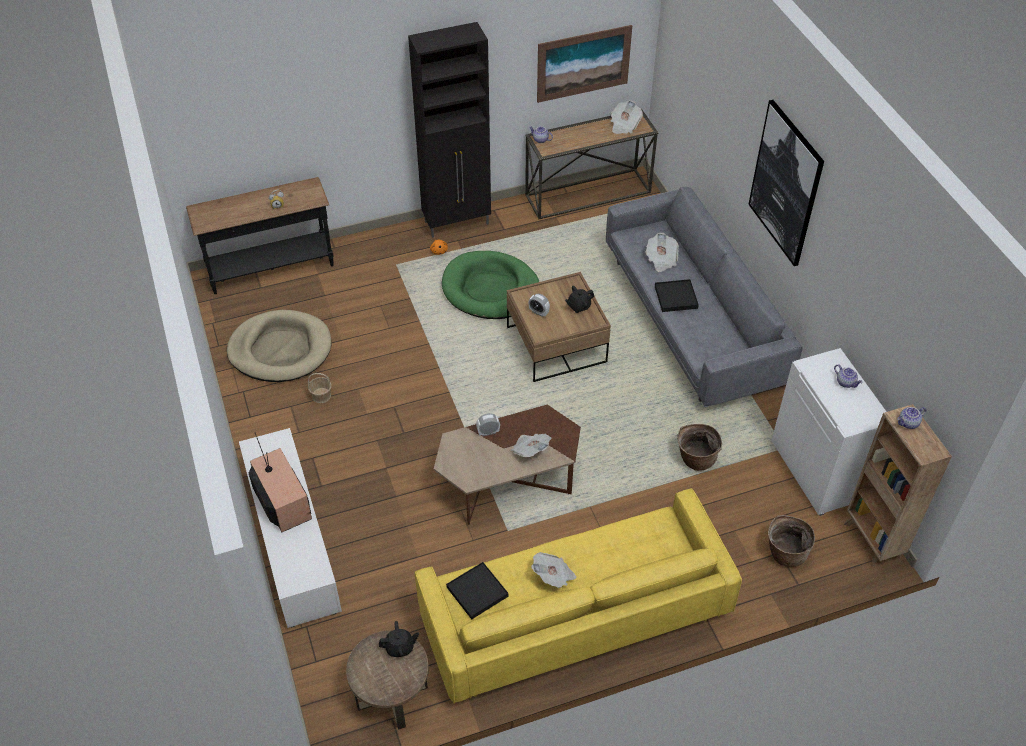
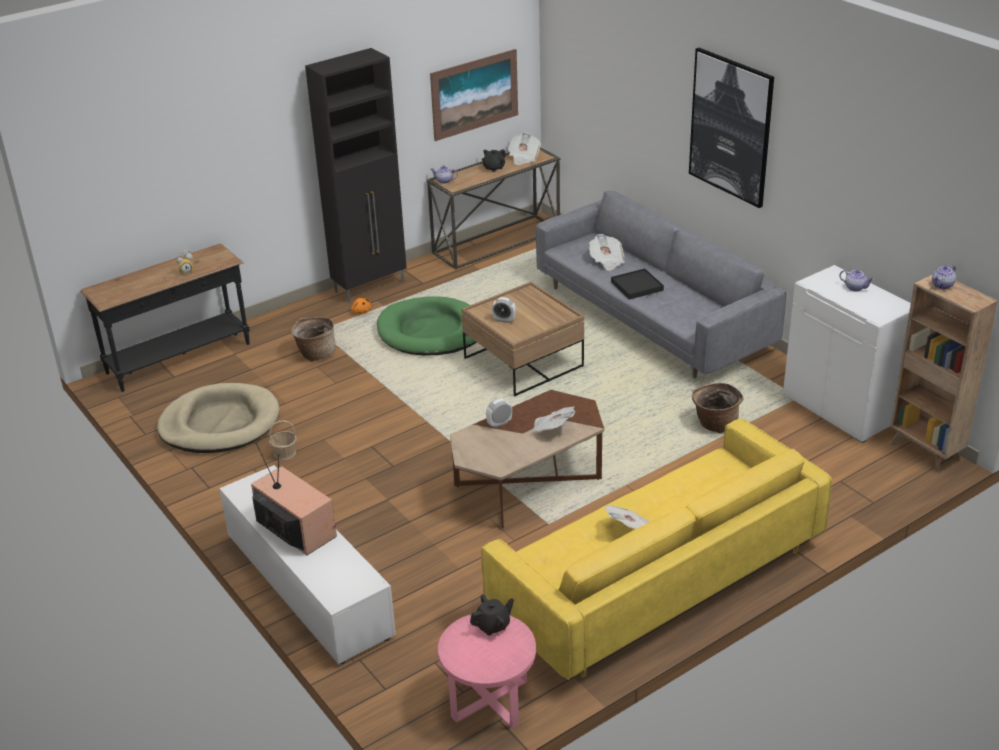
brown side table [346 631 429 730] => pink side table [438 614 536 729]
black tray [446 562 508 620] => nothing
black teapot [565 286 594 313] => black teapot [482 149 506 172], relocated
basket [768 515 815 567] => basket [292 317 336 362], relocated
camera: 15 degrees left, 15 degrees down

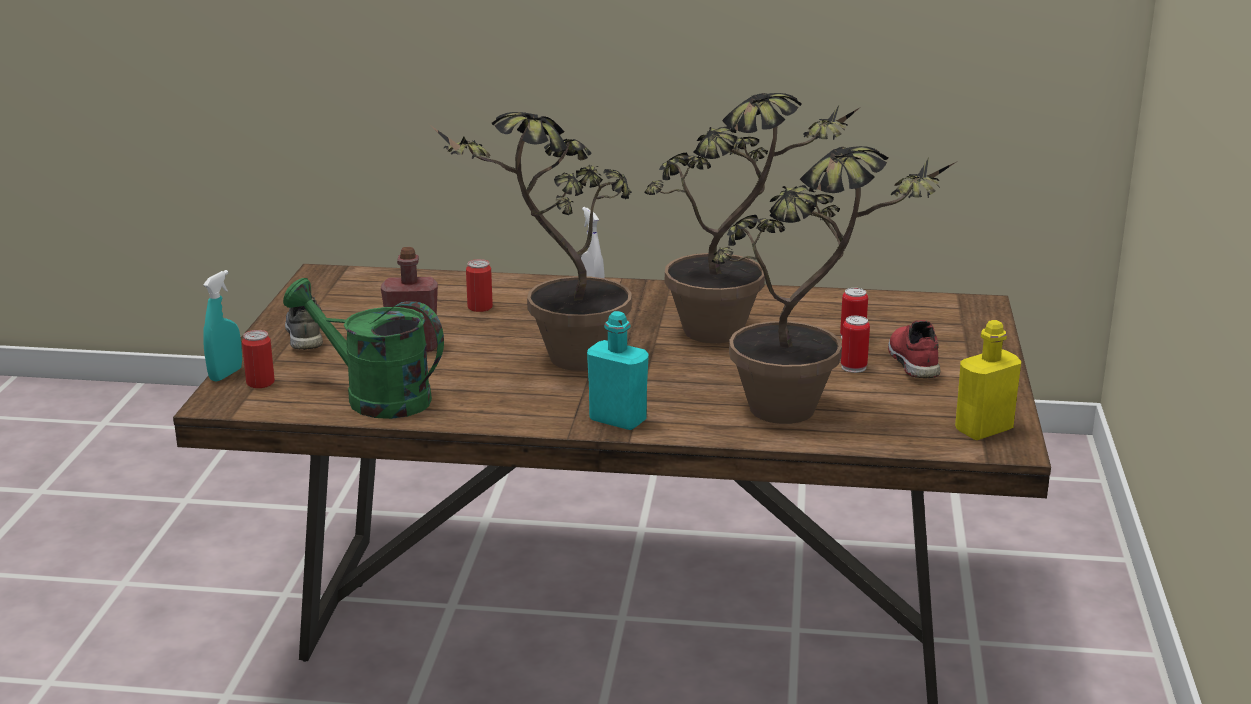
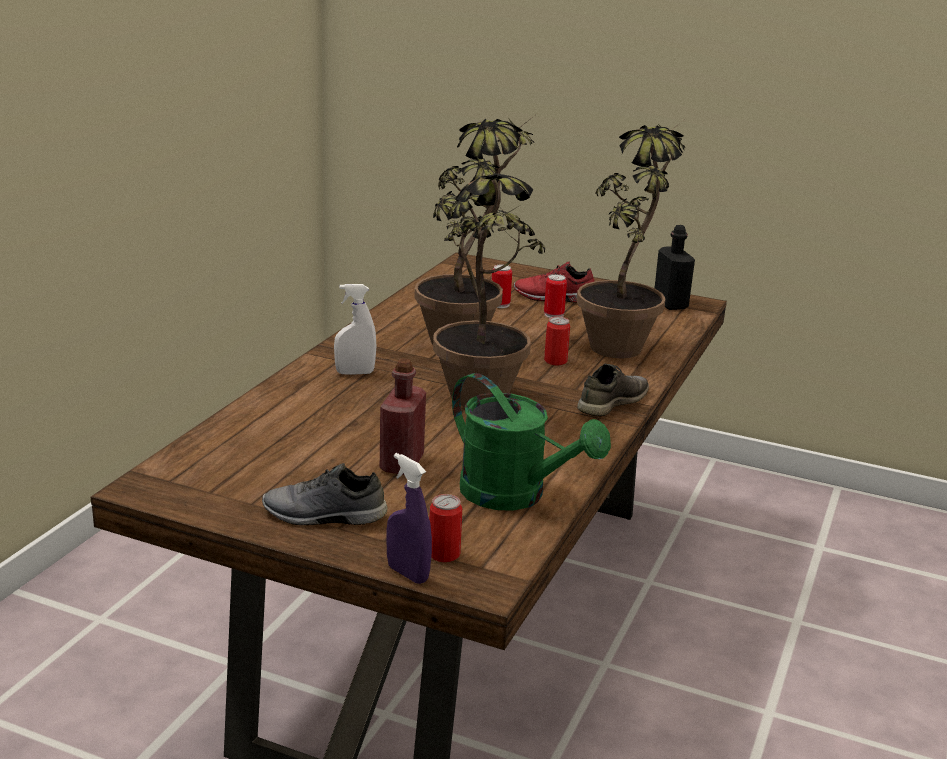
turquoise spray bottle [203 270 242 381] => purple spray bottle [386 453 432 584]
green watering can [283 278 444 419] => green watering can [452 373 611 511], 90 degrees counterclockwise
can [466 259 493 312] => can [544 316 570 365], relocated
turquoise bottle [587 311 649 430] => grey shoe [577 364 649 416]
yellow bottle [955 320 1021 440] => black bottle [655 225 695 310]
camera: 75 degrees left, 0 degrees up

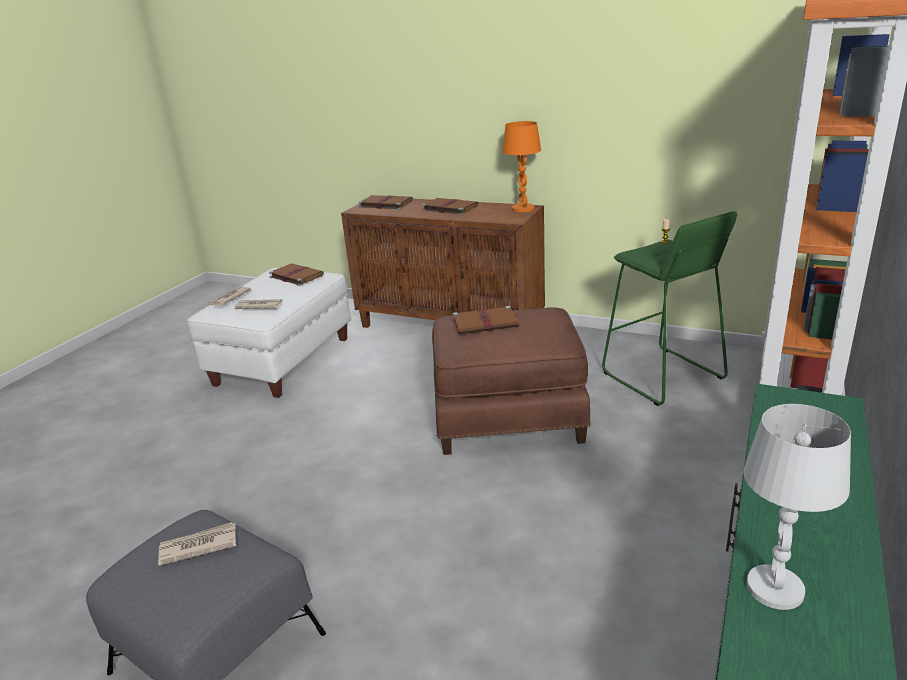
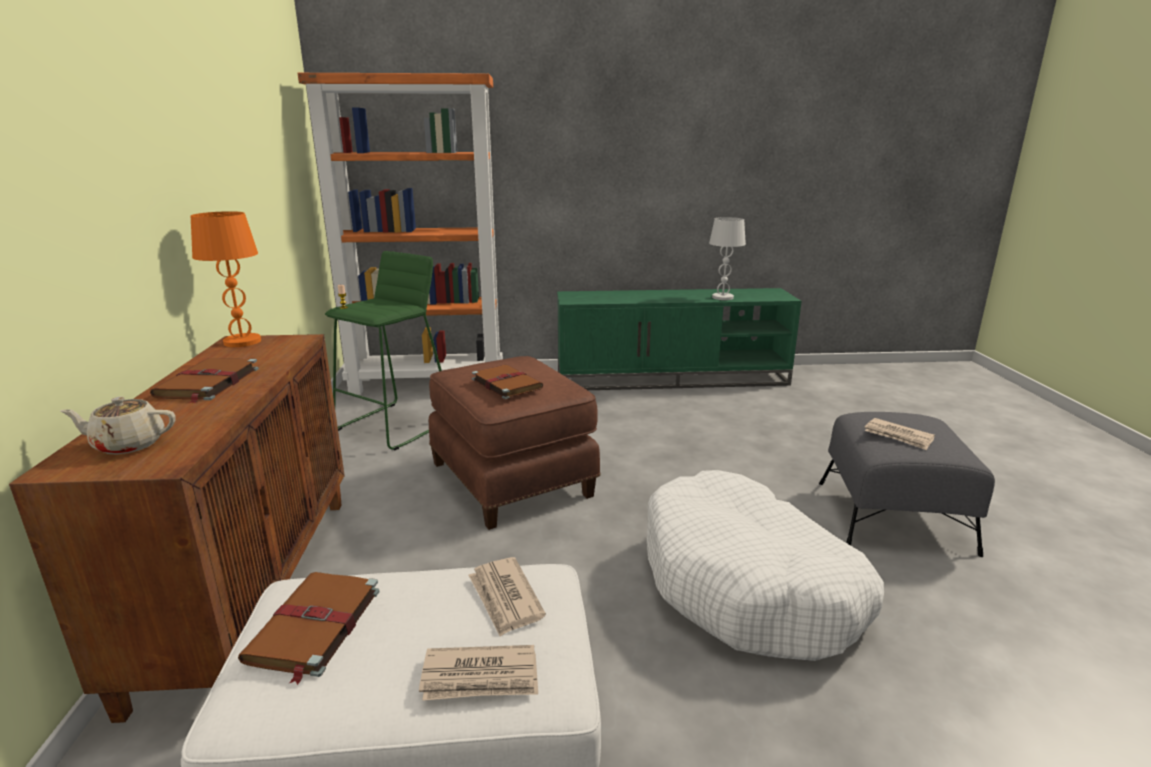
brown book [359 195 413 210] => beige teapot [60 397 175 454]
nothing => white dog bed [647 470 884 661]
camera: 120 degrees left, 5 degrees down

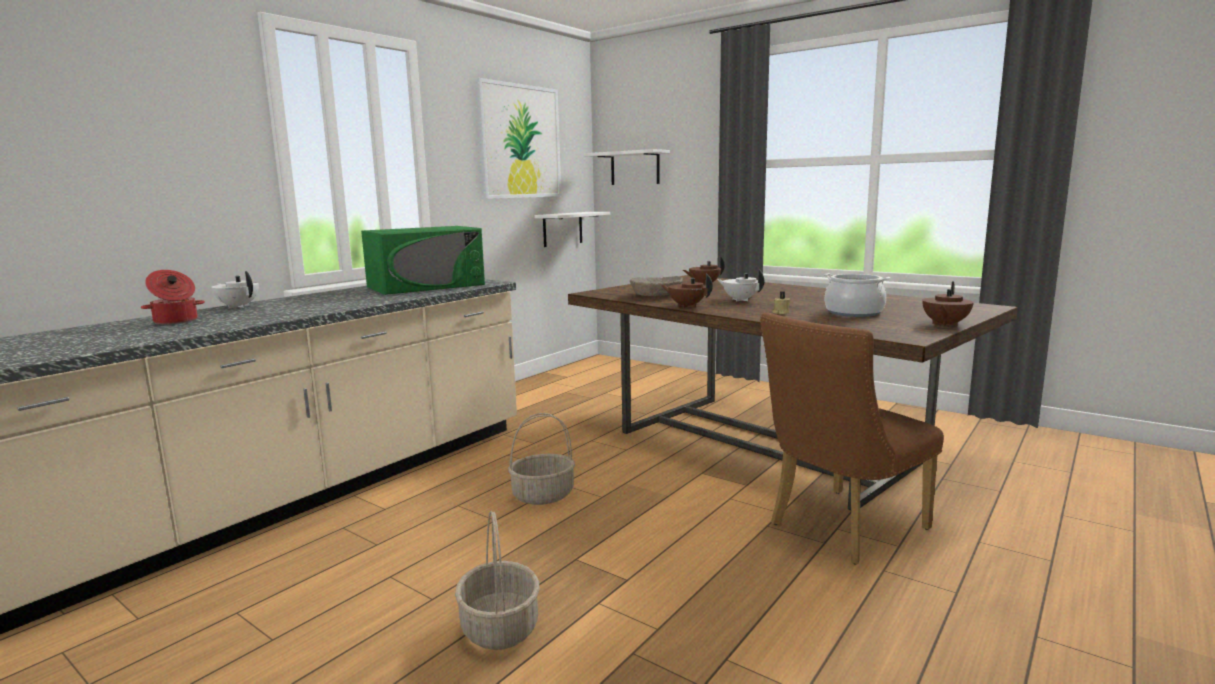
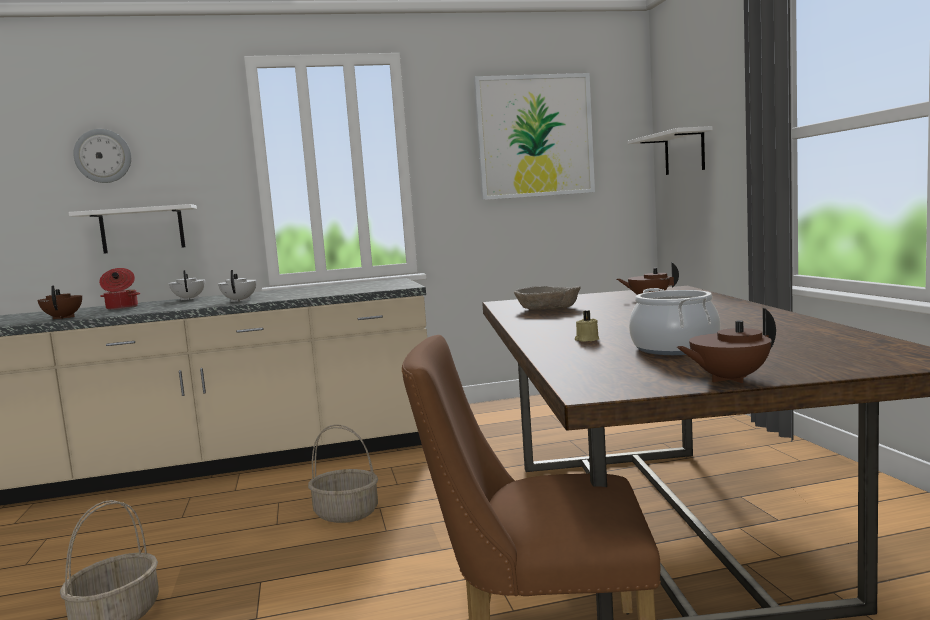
green microwave [361 226 485 295] => nothing
white shelf [535 212 610 247] => white shelf [69 204 197 253], relocated
brown teapot [661 274 713 308] => brown teapot [38 285 82 319], relocated
white teapot [717 269 764 302] => white teapot [218 270 257 302], relocated
nothing => wall clock [73 129 131 183]
camera: 40 degrees right, 5 degrees down

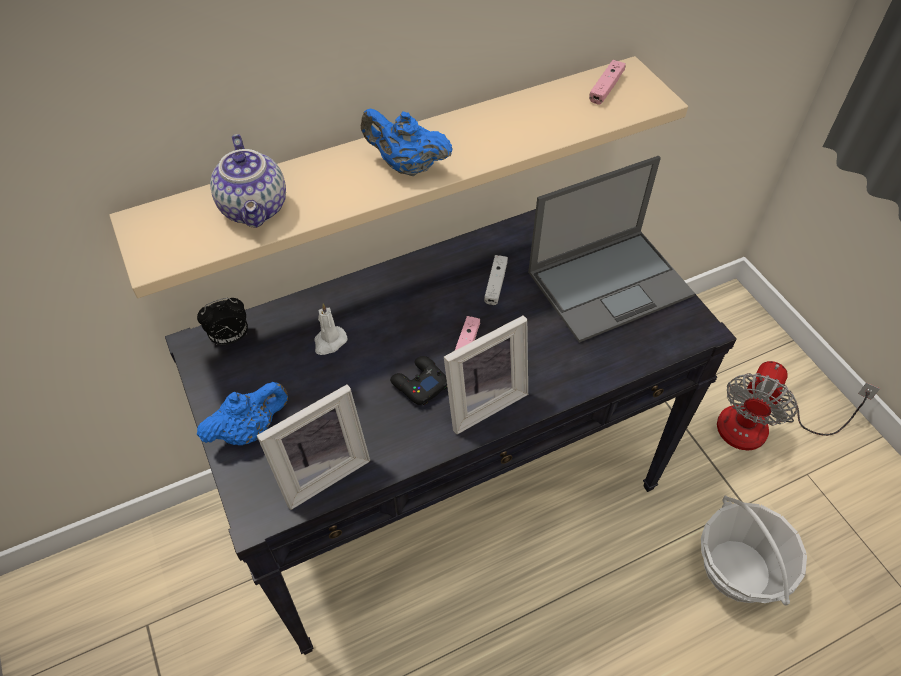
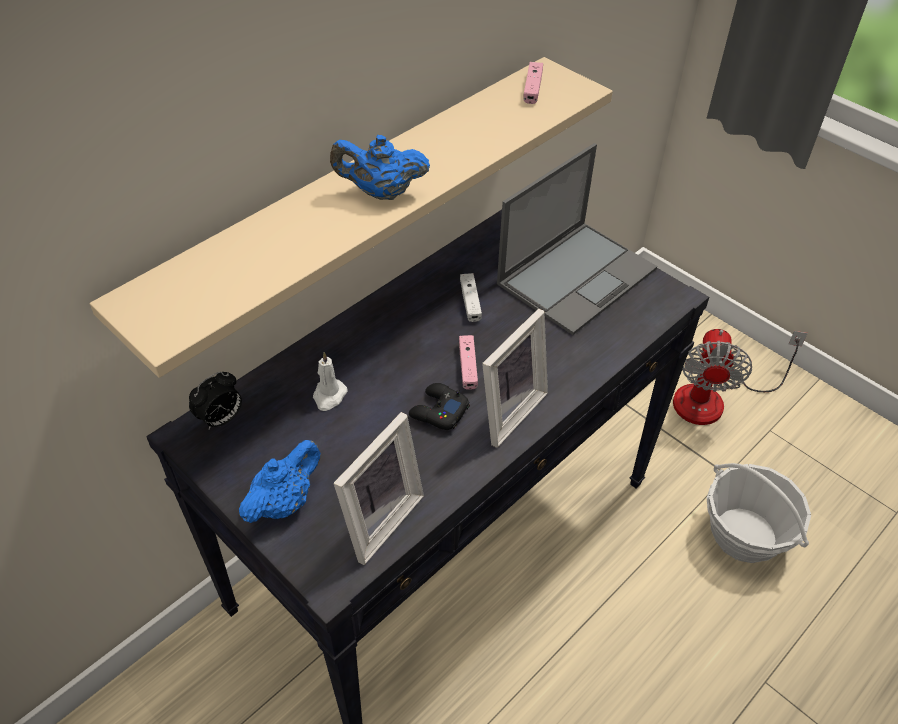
teapot [210 134 286 228] => nothing
camera: 20 degrees left, 5 degrees down

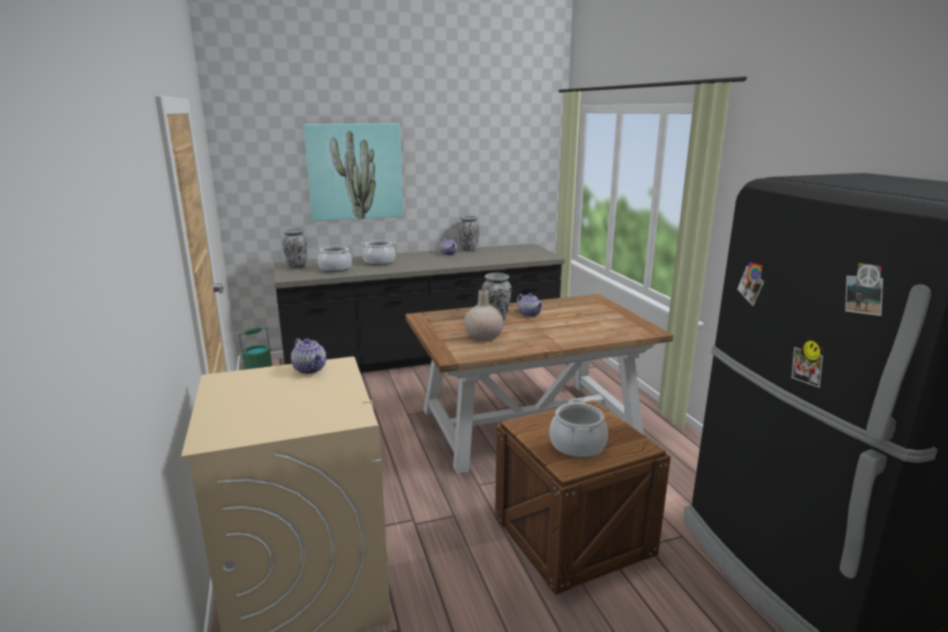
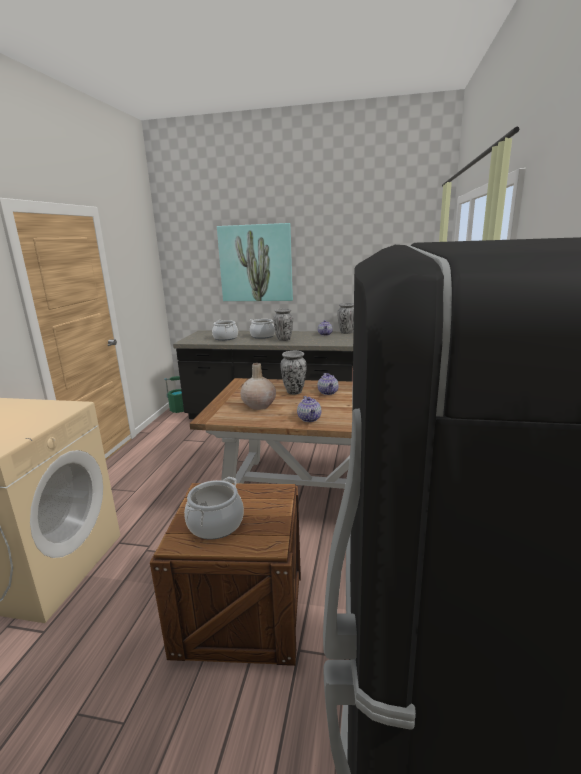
vase [282 228 307 268] => vase [273 308 293 341], relocated
teapot [291 338 326 374] => teapot [297 396 321 422], relocated
camera: 30 degrees right, 0 degrees up

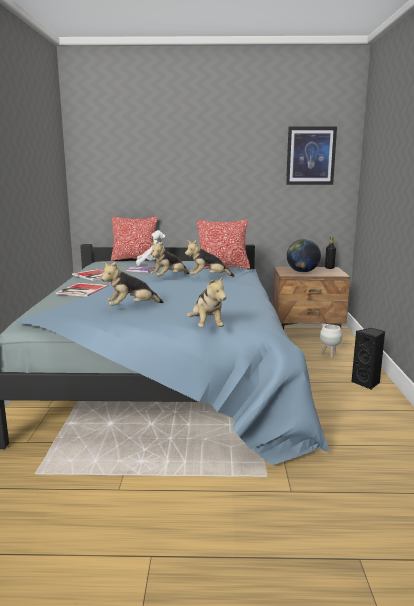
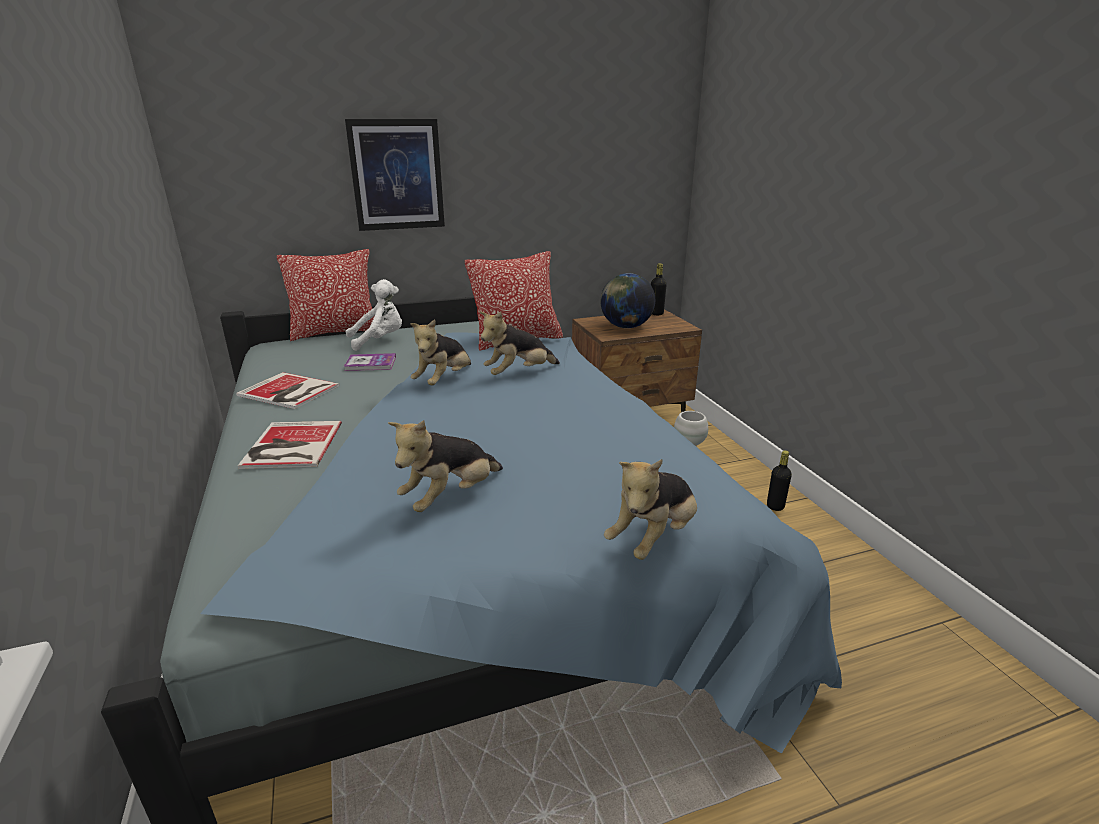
plush toy [187 275 226 327] => plush toy [604 459 697 560], 75 degrees clockwise
picture [286 127 337 185] => picture [345 119 445 231], relocated
black speaker [351 328 385 390] => black bottle [767 450 792 511]
camera: 20 degrees left, 10 degrees up

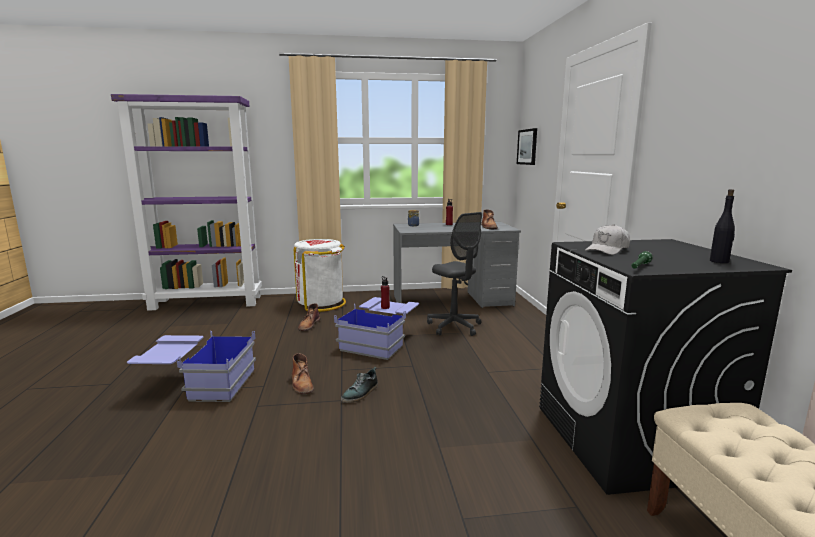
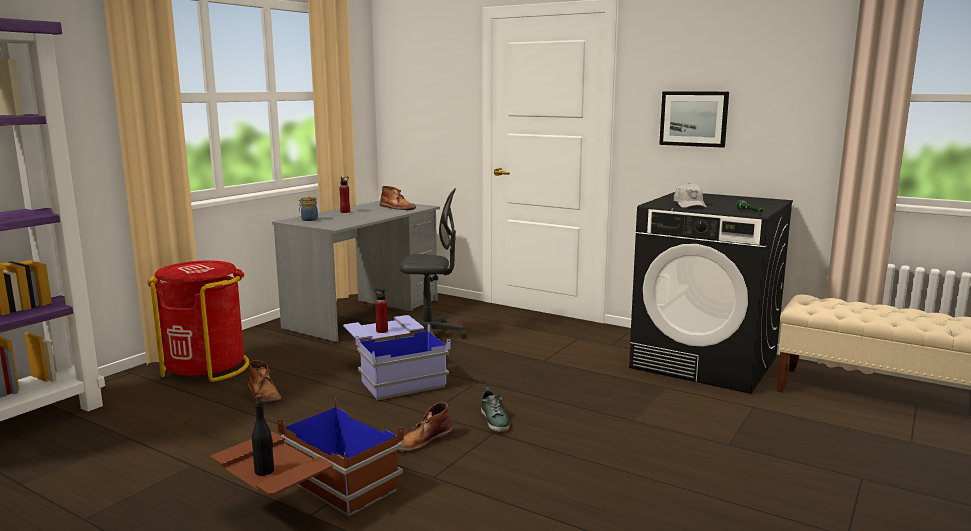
blue storage box [127 331 256 402] => brown storage box [211 398 404 516]
brown boot [292 353 314 394] => brown boot [397 403 453 453], 120 degrees clockwise
white trash can [294 239 346 312] => red trash can [147 261 250 382]
picture [517 128 537 165] => picture [659 91 729 148], relocated
black bottle [710 189 735 263] => black bottle [252 394 274 476], relocated
camera: 50 degrees left, 0 degrees up

